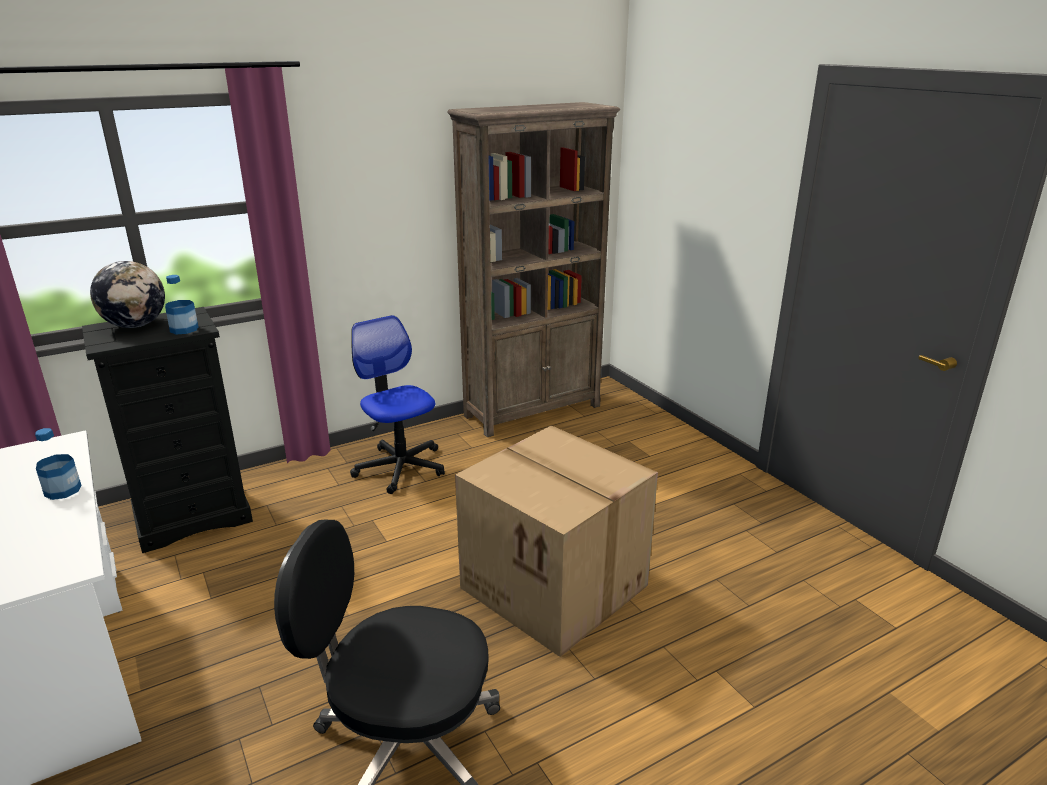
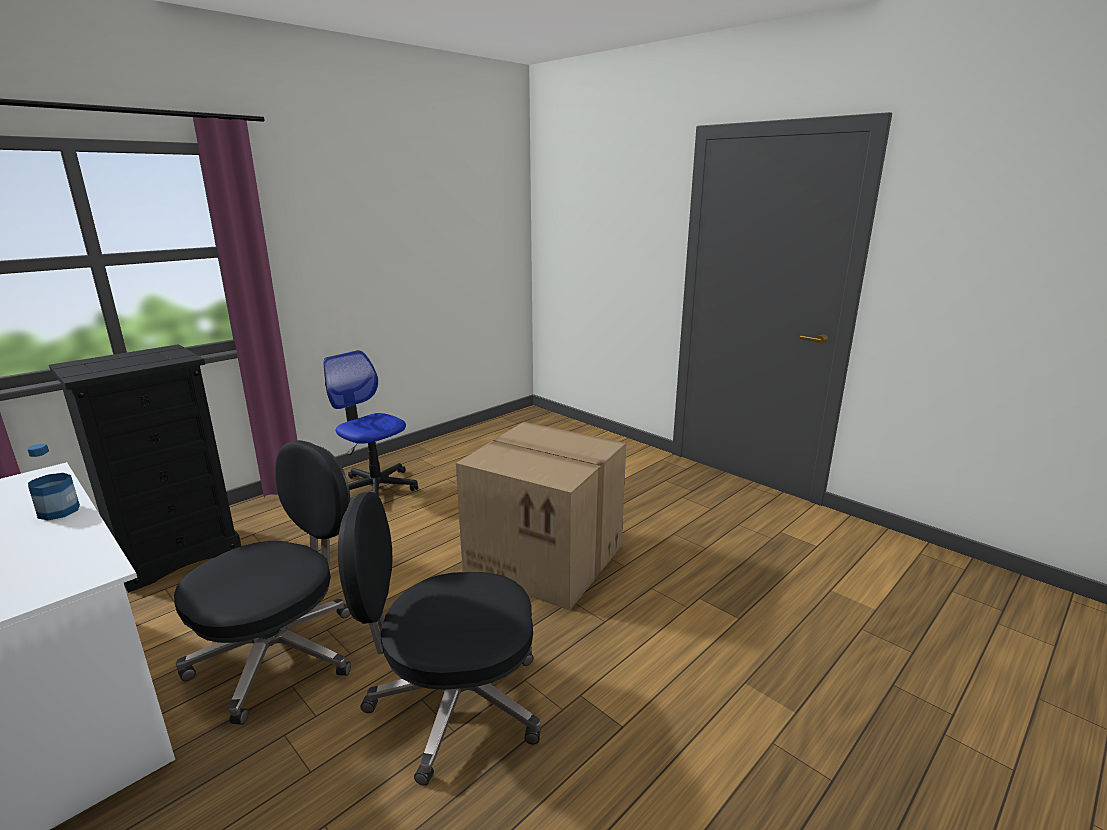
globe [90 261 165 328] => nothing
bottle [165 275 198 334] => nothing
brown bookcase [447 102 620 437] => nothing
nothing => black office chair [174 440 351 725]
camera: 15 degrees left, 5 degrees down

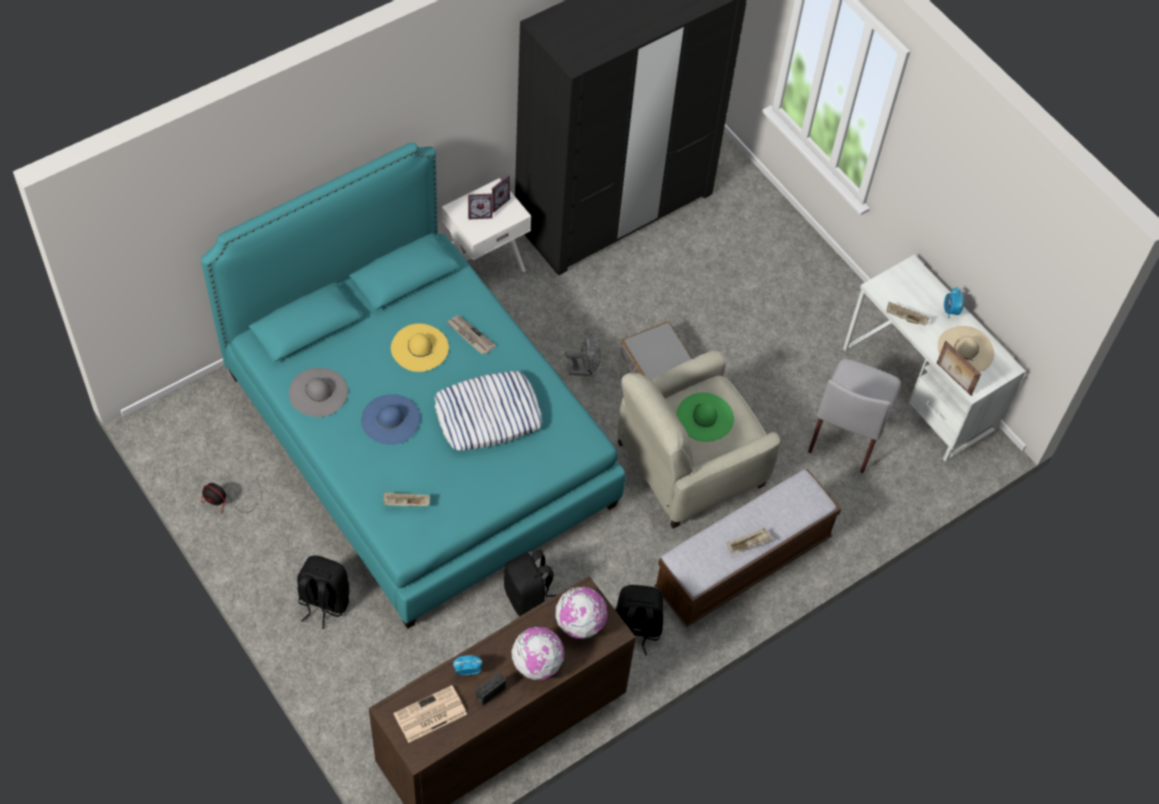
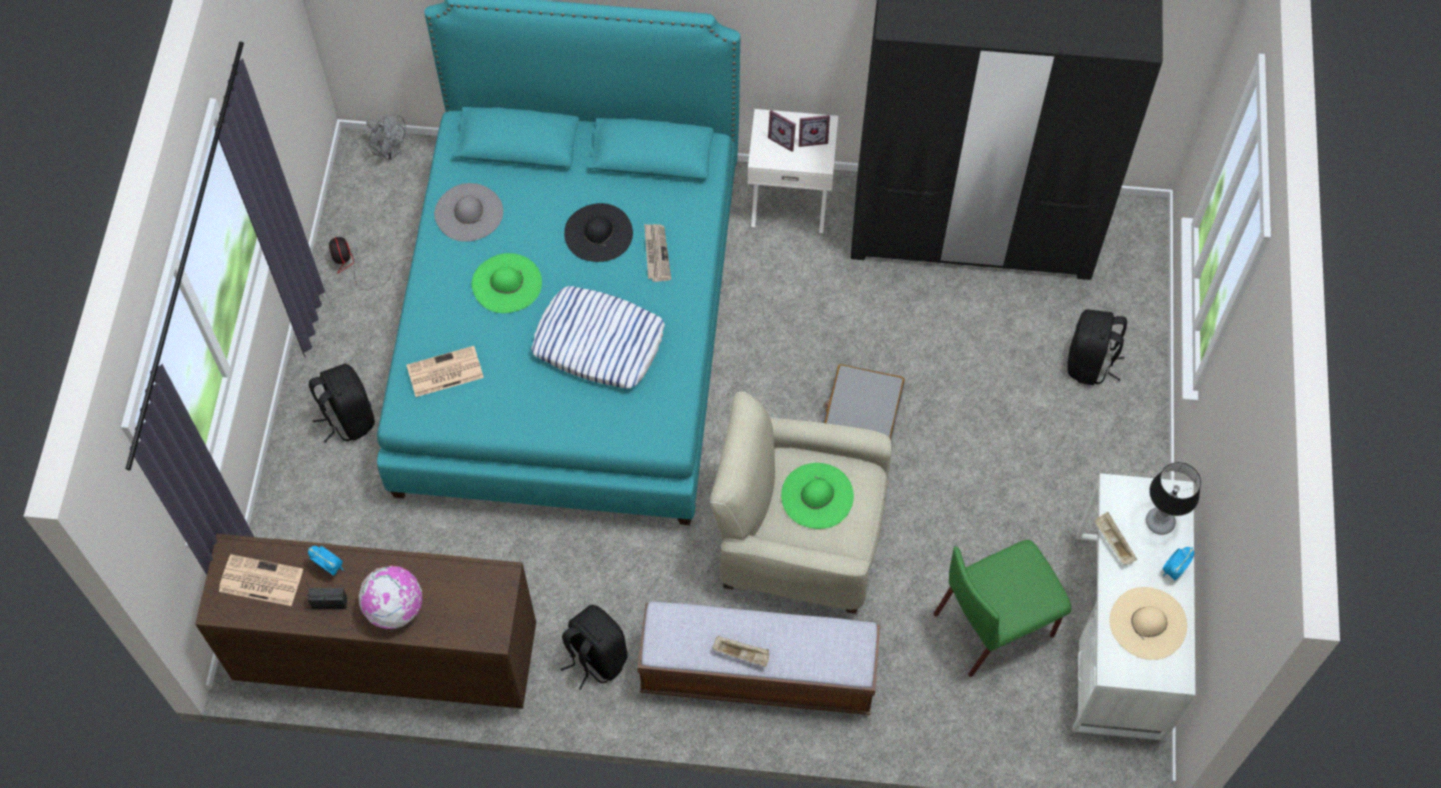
blue hat [361 394 421 445] => green hat [472 253 542 313]
beige tray [383 492 430 507] => newspaper [406 346 484 397]
yellow hat [391 324 449 372] => black hat [564 203 633 262]
black backpack [504 550 556 616] => black backpack [1067 309 1127 385], relocated
globe [555 586 607 639] => nothing
grey fan [565 334 601 376] => grey fan [366 114 406 161], relocated
grey chair [808 359 901 473] => green chair [934 540 1072 677]
picture frame [937 341 981 396] => nothing
nothing => table lamp [1146 462 1201 535]
camera: 45 degrees right, 5 degrees up

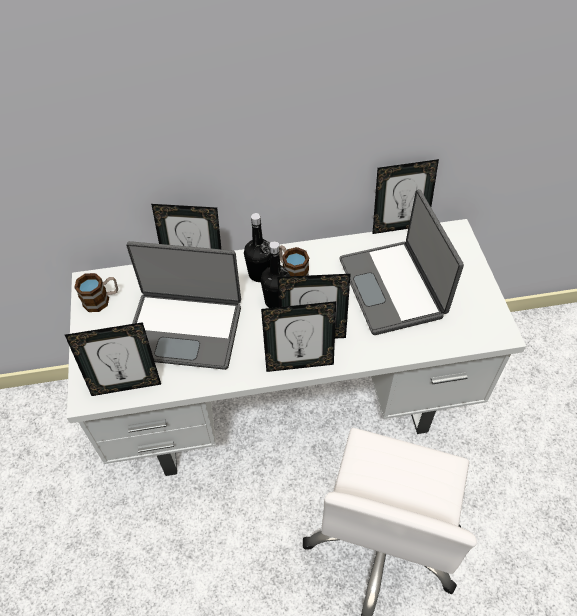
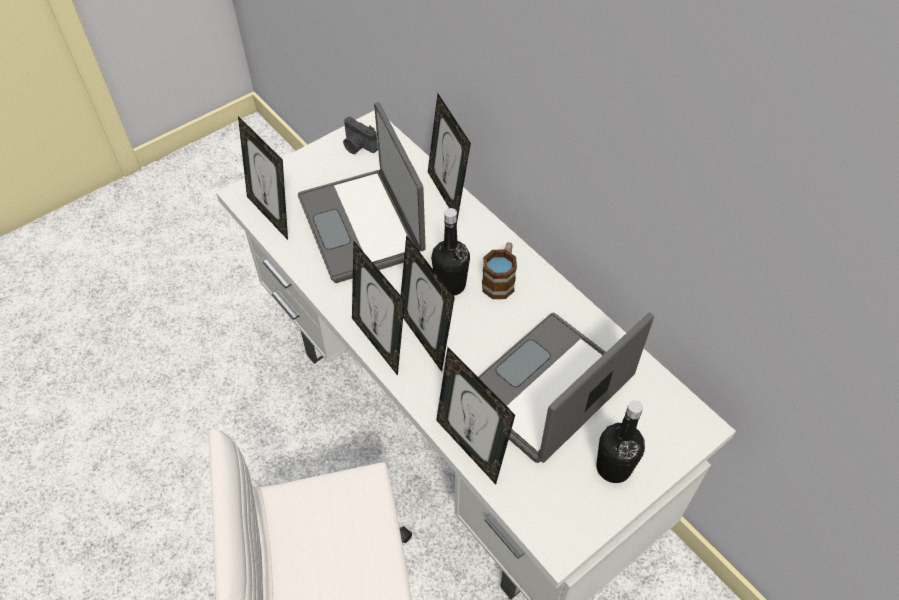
mug [74 273 118 312] => photo camera [343 117 378 154]
black bottle [244 213 270 282] => black bottle [596 400 645 483], relocated
picture frame [372 159 439 234] => picture frame [436 347 515 484], relocated
camera: 60 degrees right, 0 degrees up

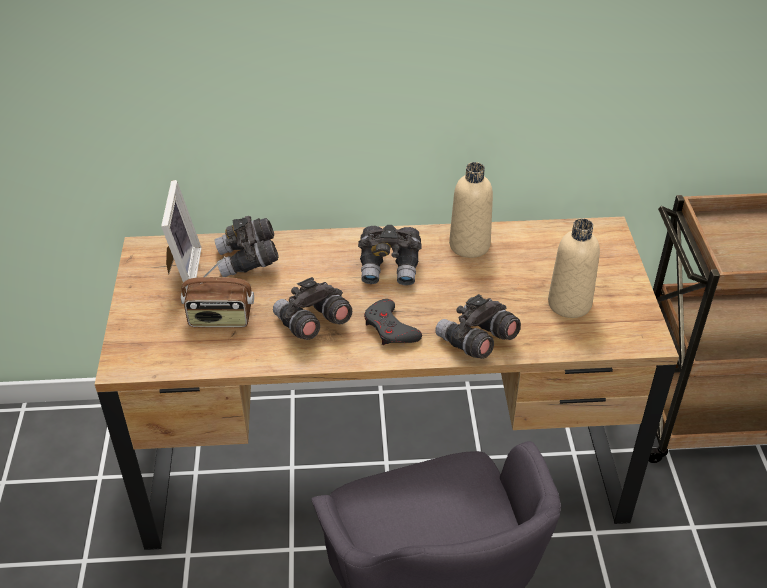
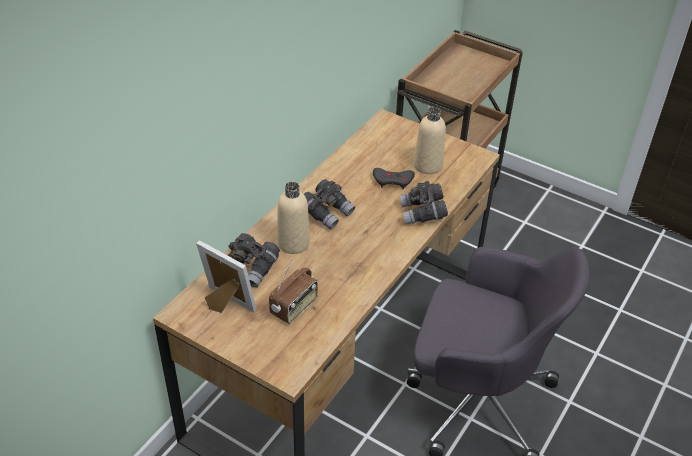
grey binoculars [273 277 352 340] => nothing
grey game controller [364 299 422 345] => grey game controller [373 168 415 189], relocated
beige bottle [449 162 493 258] => beige bottle [277 182 310 254], relocated
camera: 55 degrees left, 0 degrees up

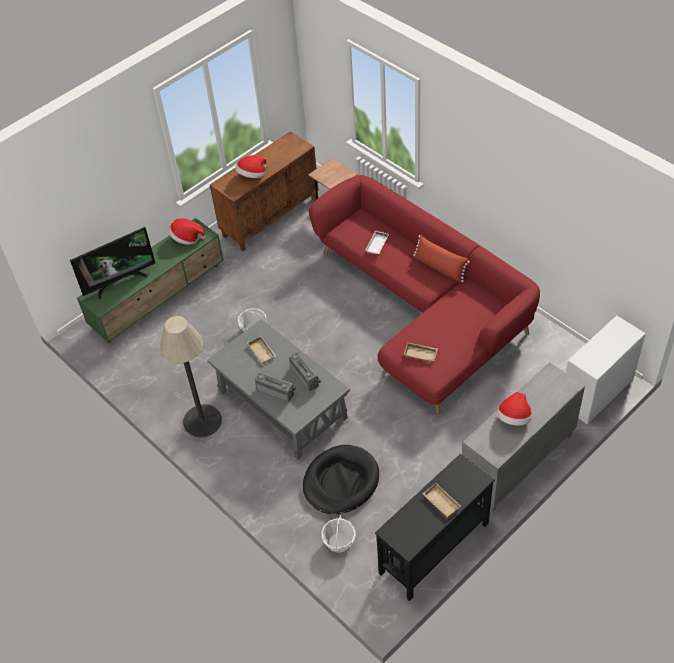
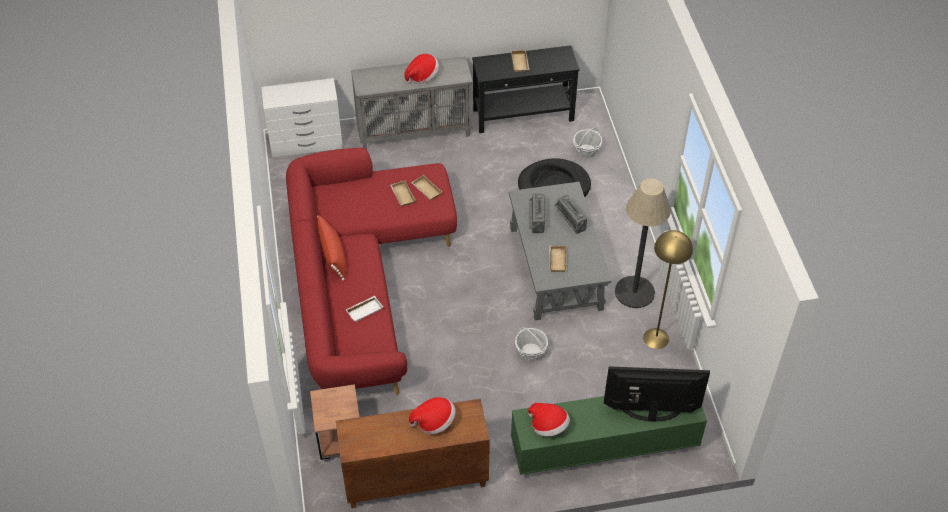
nothing => beige tray [390 180 416 207]
nothing => yellow floor lamp [643 230 693 349]
camera: 150 degrees left, 0 degrees up

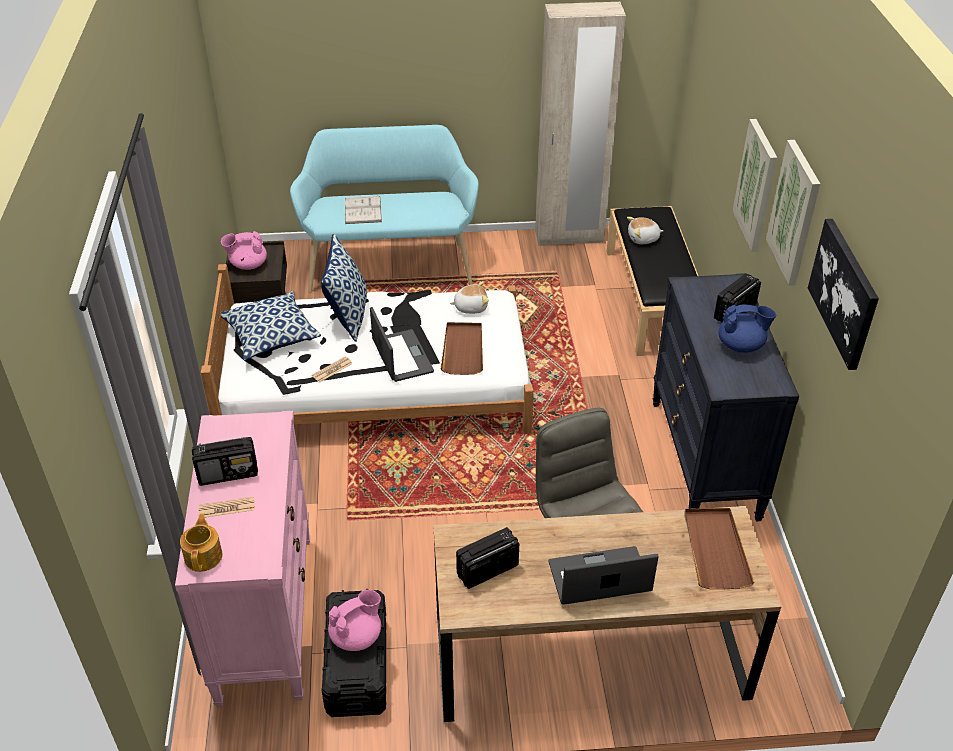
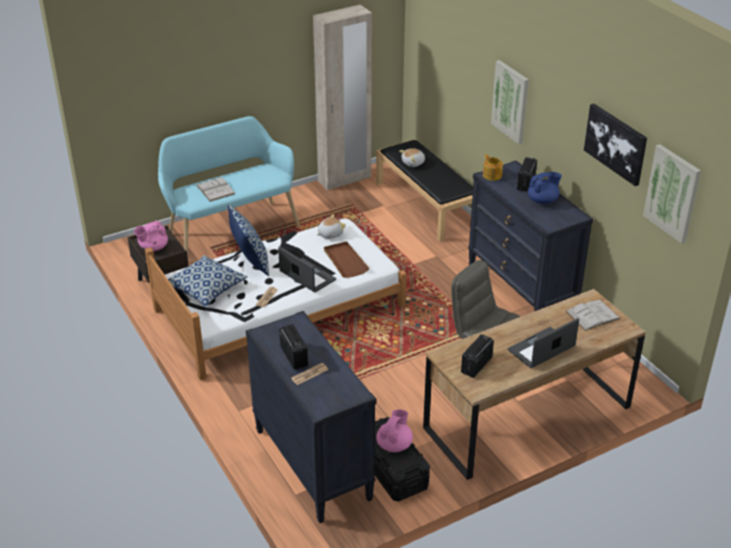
pink dresser [175 411 310 707] => black dresser [246 311 376 523]
teapot [180 513 223 572] => teapot [483 154 503 181], relocated
radio [192 437 258 486] => radio [279 324 308 370], 75 degrees counterclockwise
brown tray [684 508 754 589] => white book [566 300 621 331]
picture [766 140 820 286] => picture [643 144 701 244], relocated
camera: 25 degrees left, 5 degrees down

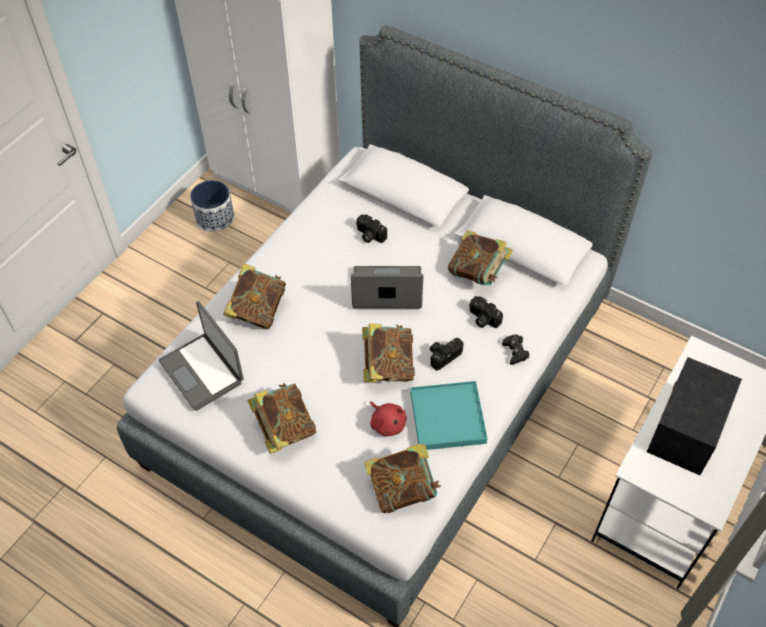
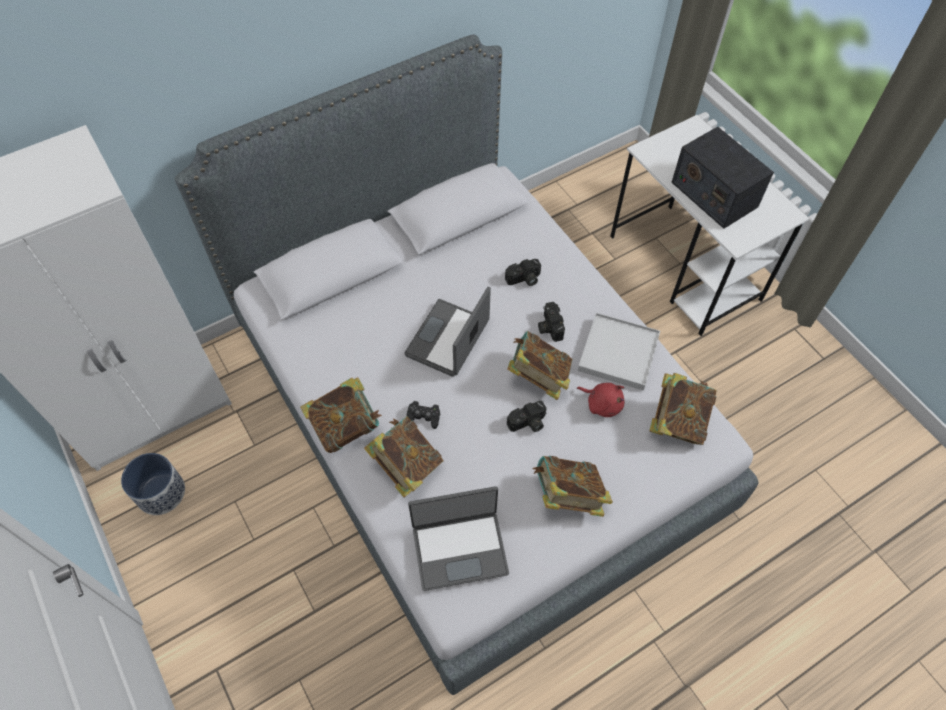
photo camera [356 214 387 243] => photo camera [507 401 546 432], relocated
red plush toy [370 401 407 437] => red plush toy [577 383 624 417], 45 degrees clockwise
turquoise tray [410 381 488 450] => white tray [578 313 660 390]
book [448 230 513 286] => book [300 377 382 453], relocated
black game controller [502 334 529 365] => black game controller [406 401 440 429], relocated
camera: 65 degrees left, 5 degrees up

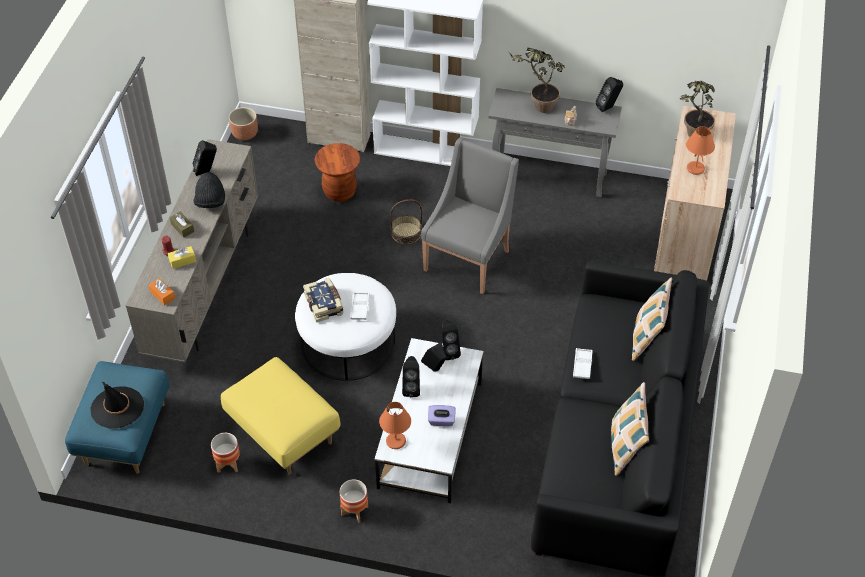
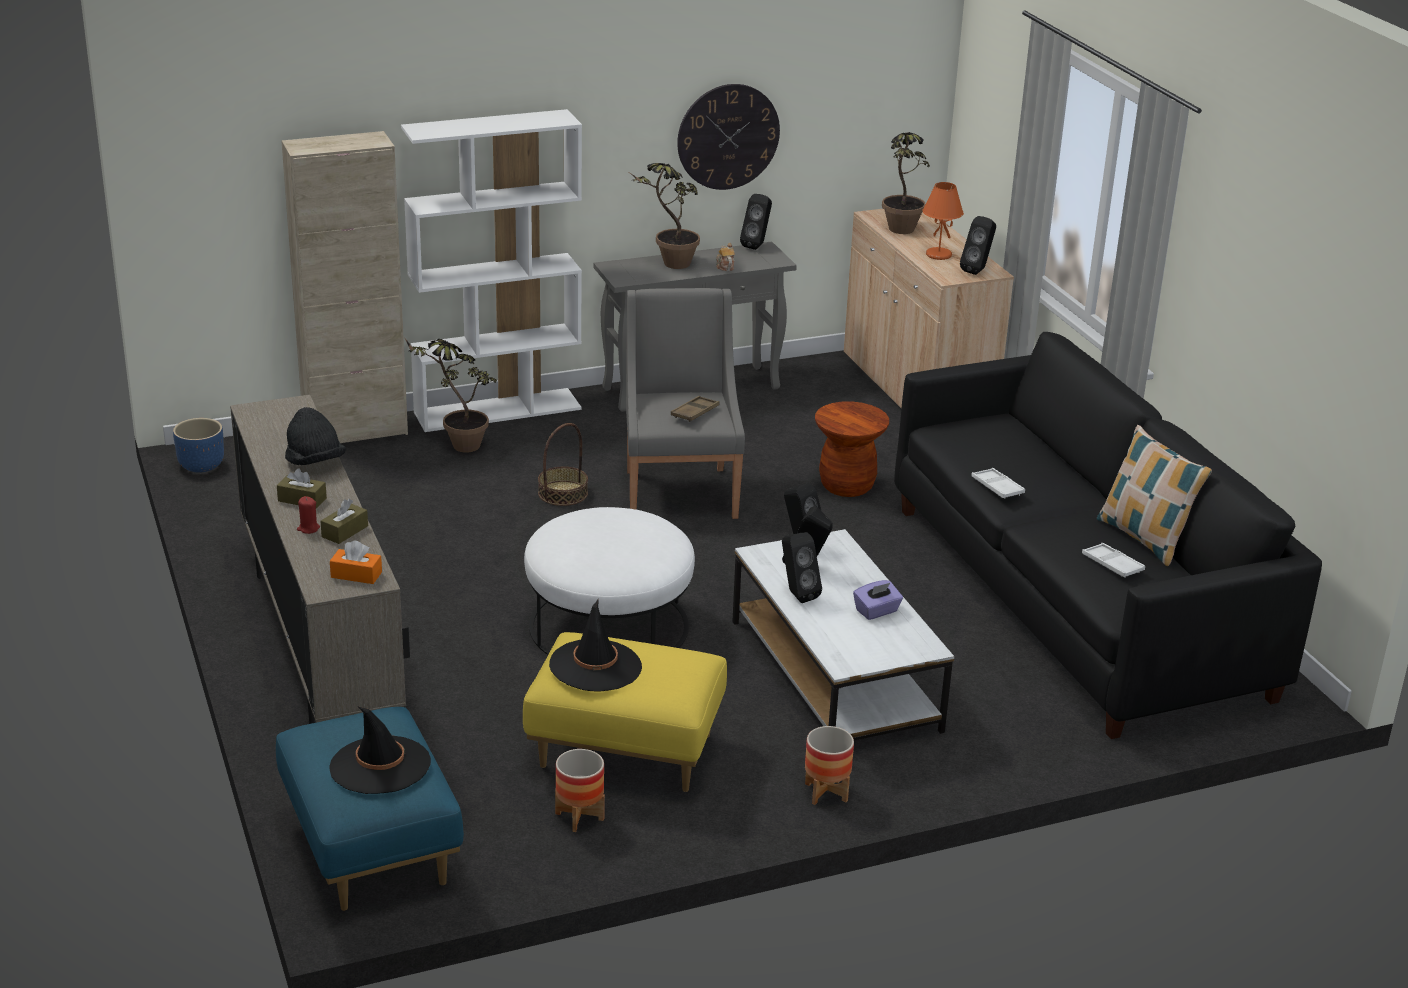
yellow tissue box [168 246 196 269] => brown tissue box [320 499 368 544]
black speaker [193 140 217 176] => black speaker [960 216 996 275], relocated
brown planter [229 107 258 140] => blue planter [173 418 224 473]
book [303 278 344 322] => nothing
brown stool [315 143 360 202] => brown stool [815 401 889 497], relocated
white tray [350 292 370 320] => white tray [1082 543 1145 578], relocated
orange table lamp [379 402 411 449] => nothing
pillow [632 278 672 361] => nothing
nothing => potted plant [404 337 497 453]
nothing => black hat [549 598 642 692]
nothing => brown tray [671 396 719 422]
nothing => wall clock [677 84 780 190]
camera: 35 degrees left, 20 degrees down

